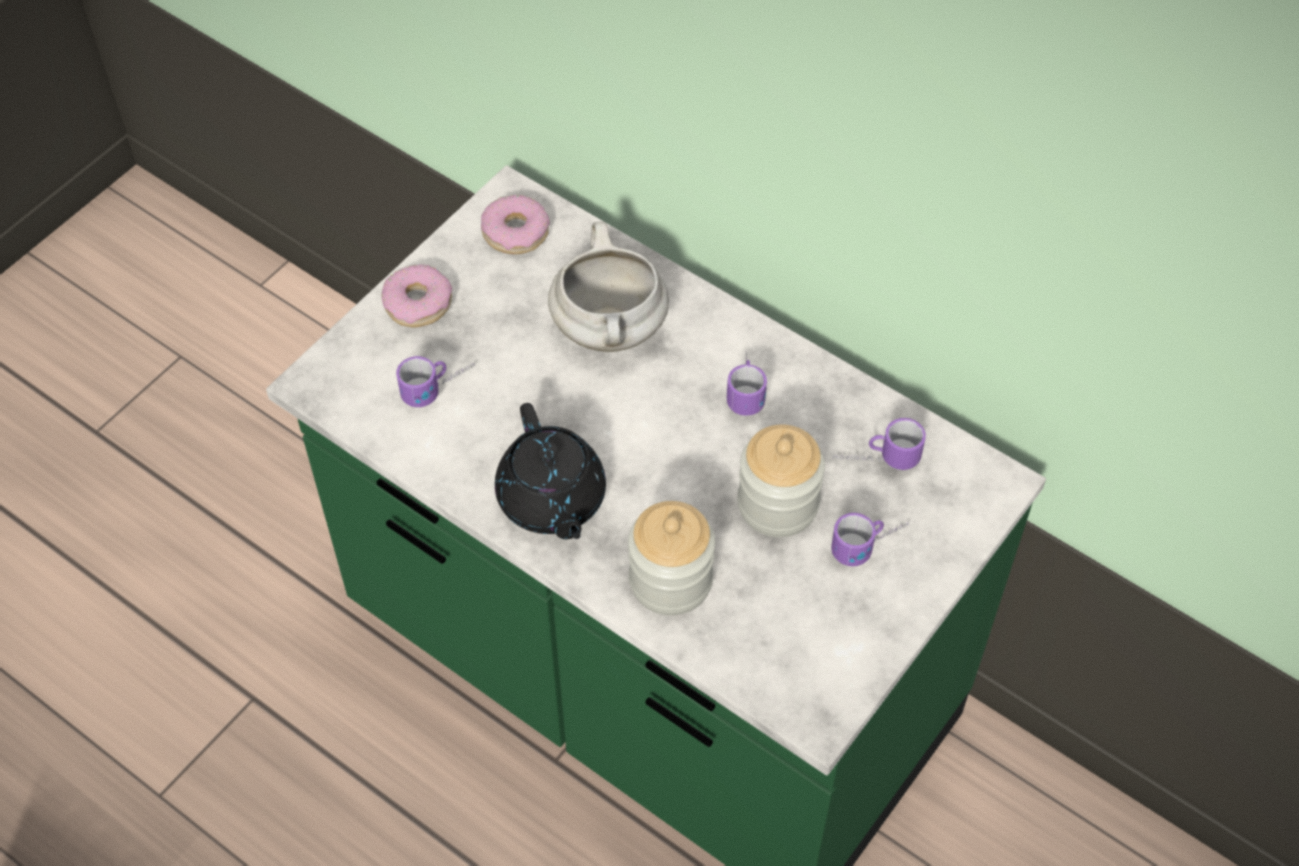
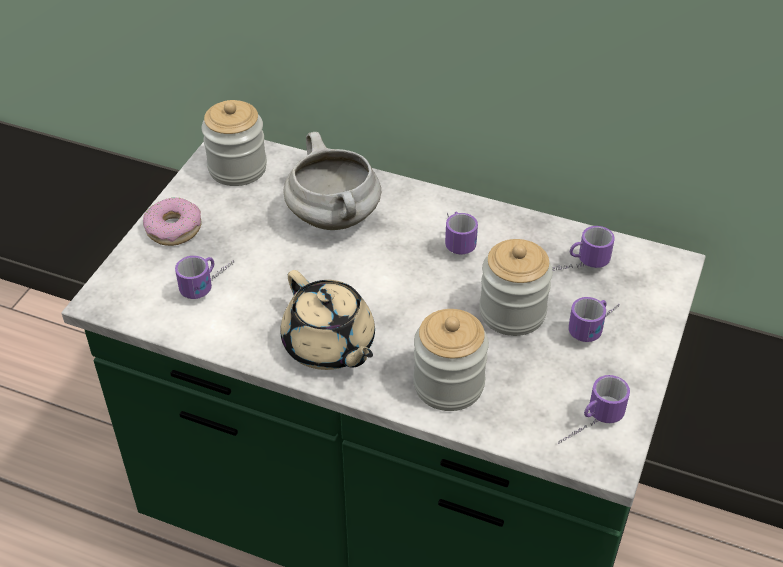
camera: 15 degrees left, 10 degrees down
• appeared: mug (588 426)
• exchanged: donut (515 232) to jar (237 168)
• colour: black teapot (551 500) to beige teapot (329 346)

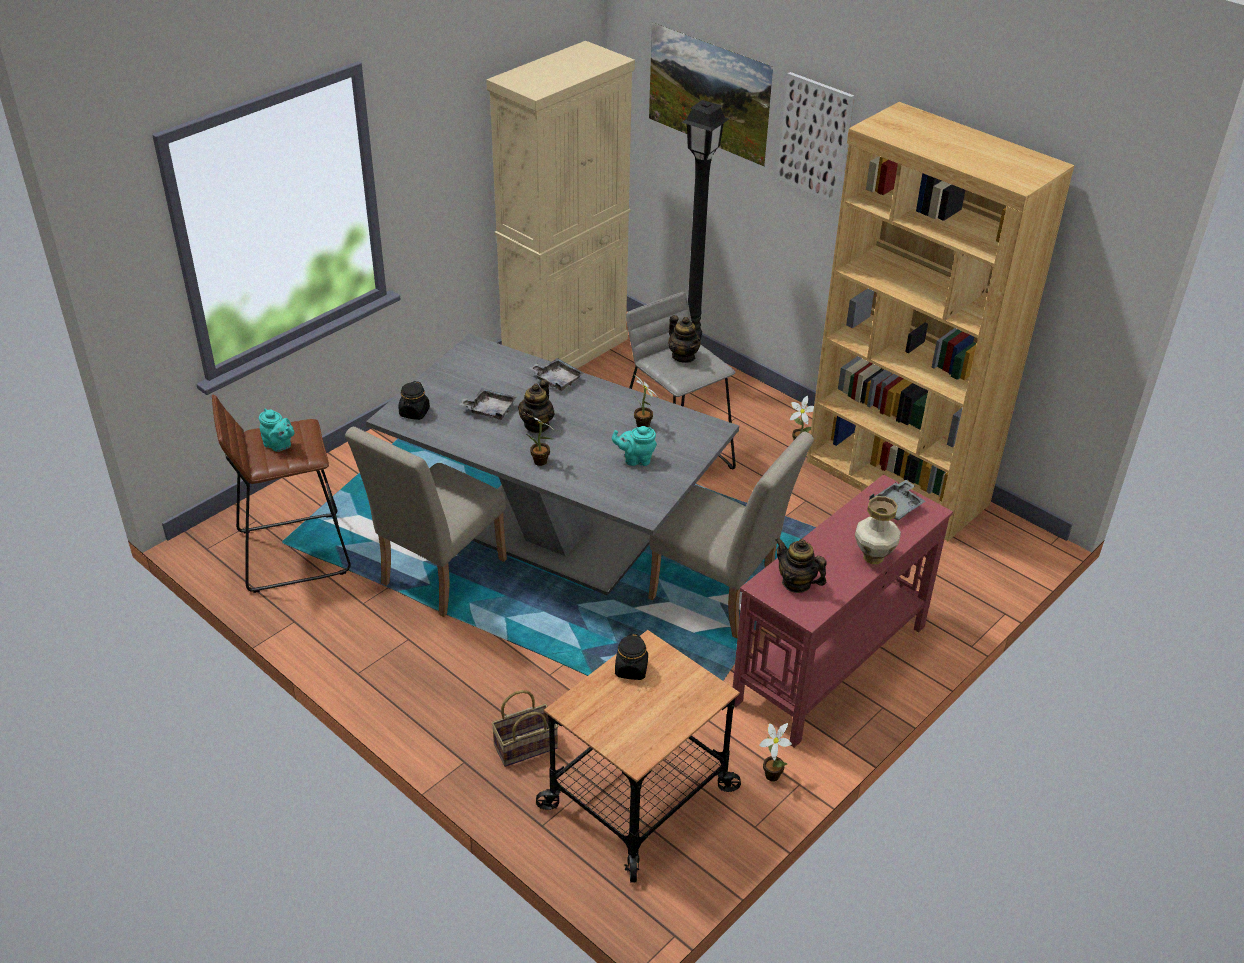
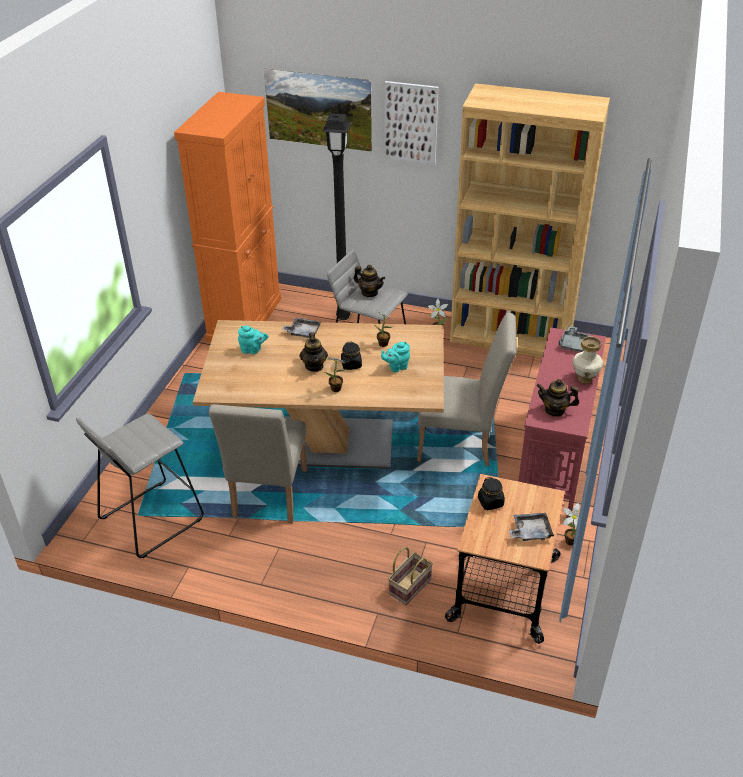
camera: 25 degrees left, 0 degrees up
• relocated: turquoise teapot (279 445) to (253 350)
• relocated: black jar (414 413) to (351 364)
• relocated: grey tray (489 410) to (530 531)
• colour: brown stool (292 552) to grey stool (150 519)
• colour: grey dining table (555 536) to brown dining table (328 443)
• colour: beige cabinet (565 351) to orange cabinet (245 319)

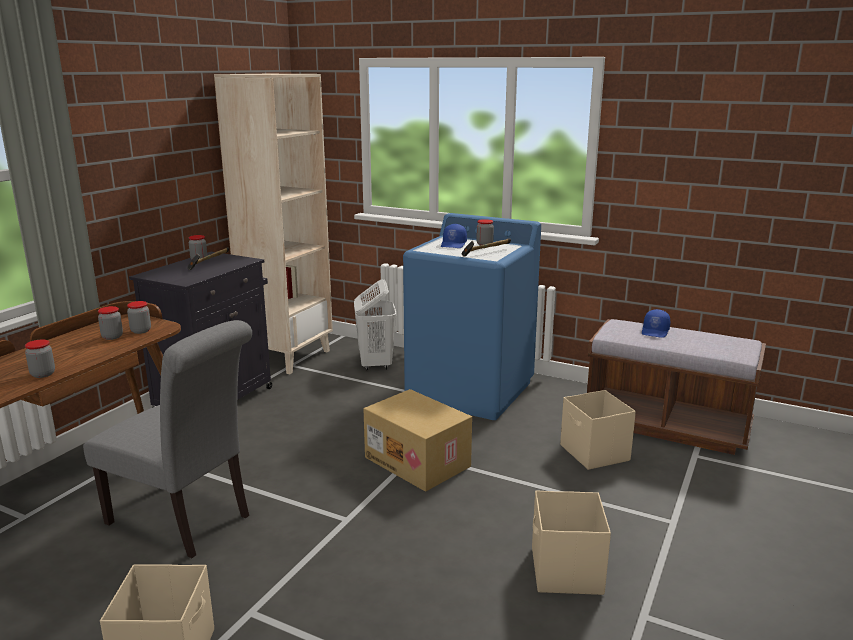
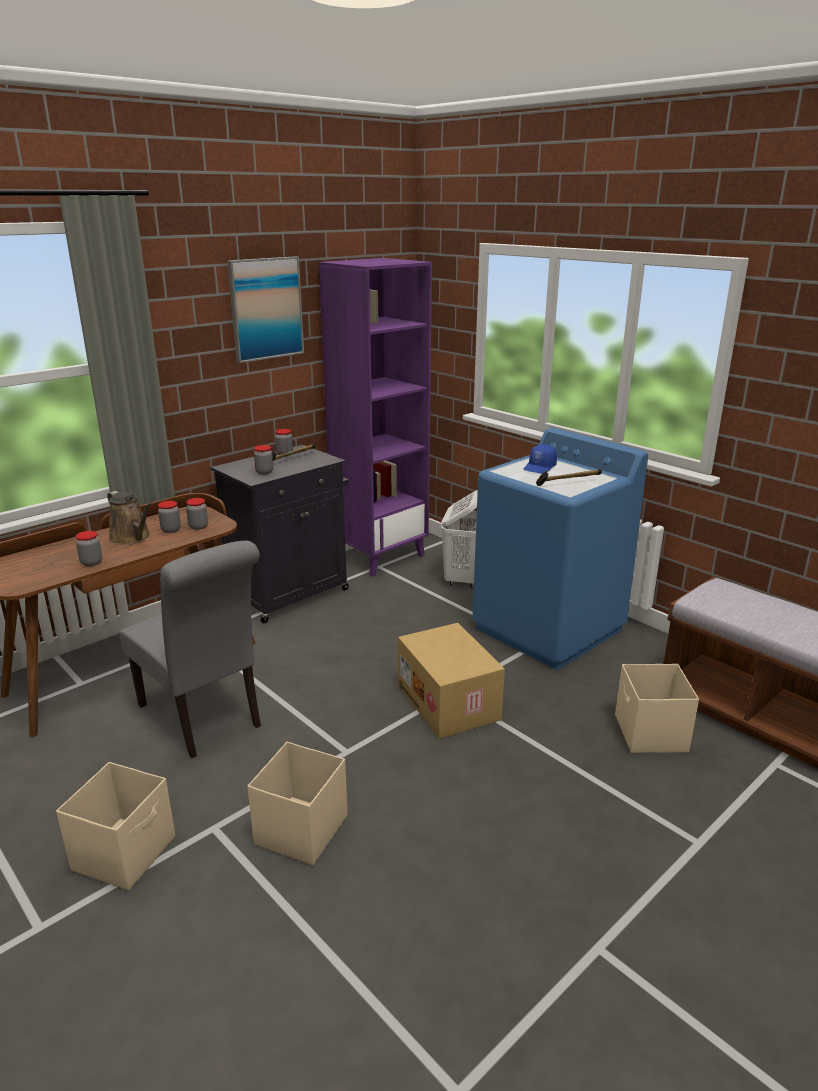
camera: 20 degrees right, 5 degrees up
• missing: blue cap (655 331)
• appeared: brown watering can (132 538)
• appeared: picture (266 309)
• relocated: jar (484 244) to (264 472)
• relocated: beige storage box (566 572) to (300 831)
• colour: beige bookcase (288 357) to purple bookcase (380 556)

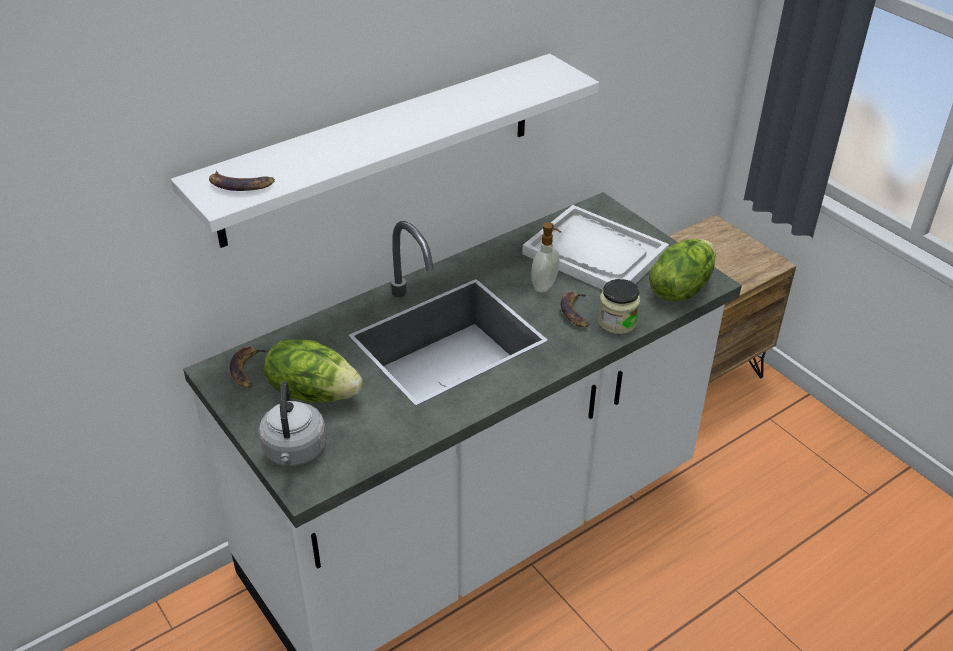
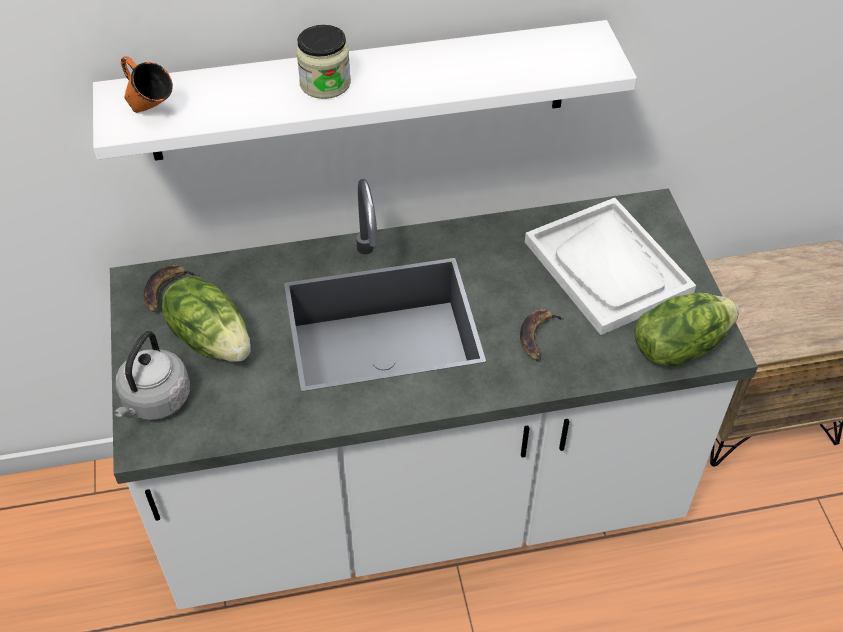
camera: 25 degrees right, 10 degrees up
• missing: soap dispenser (545 286)
• relocated: jar (617 322) to (325 83)
• exchanged: banana (240 185) to orange mug (151 111)

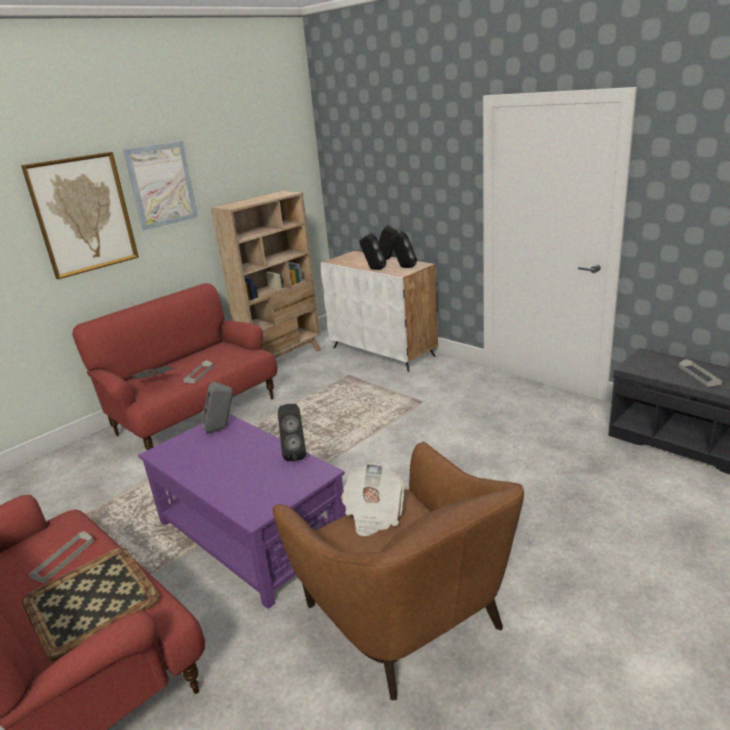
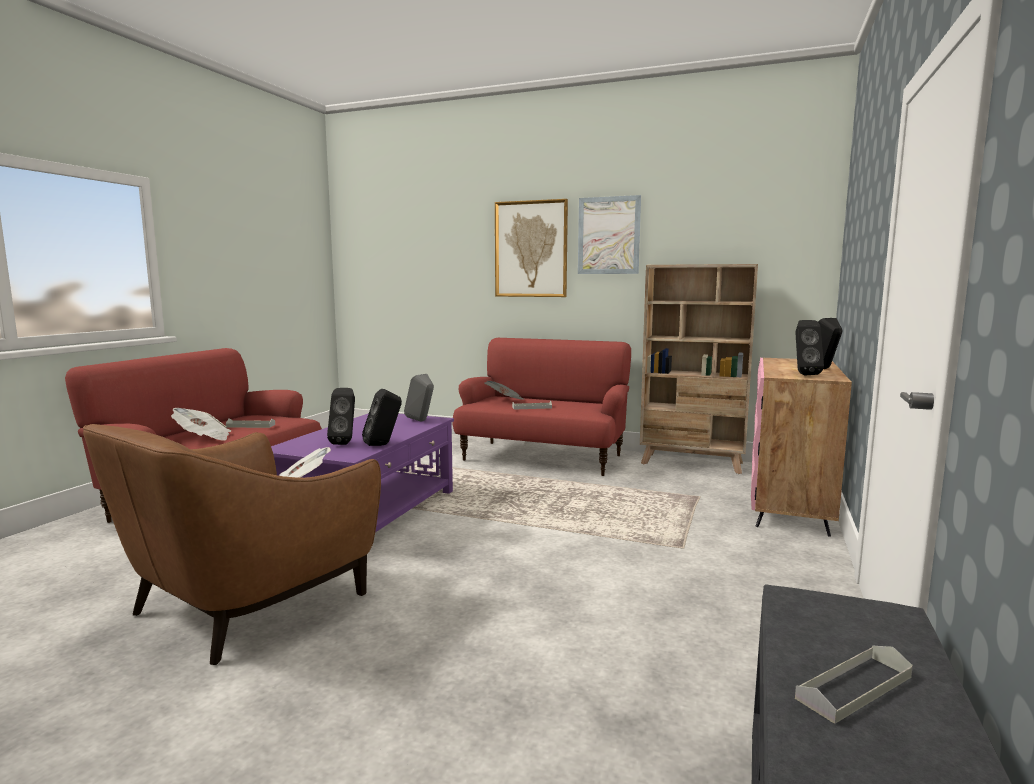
camera: 65 degrees right, 15 degrees down
• relocated: black speaker (373 269) to (345 443)
• exchanged: tray (91 599) to newspaper (203 438)
• colour: white cabinet (383 351) to pink cabinet (789 504)

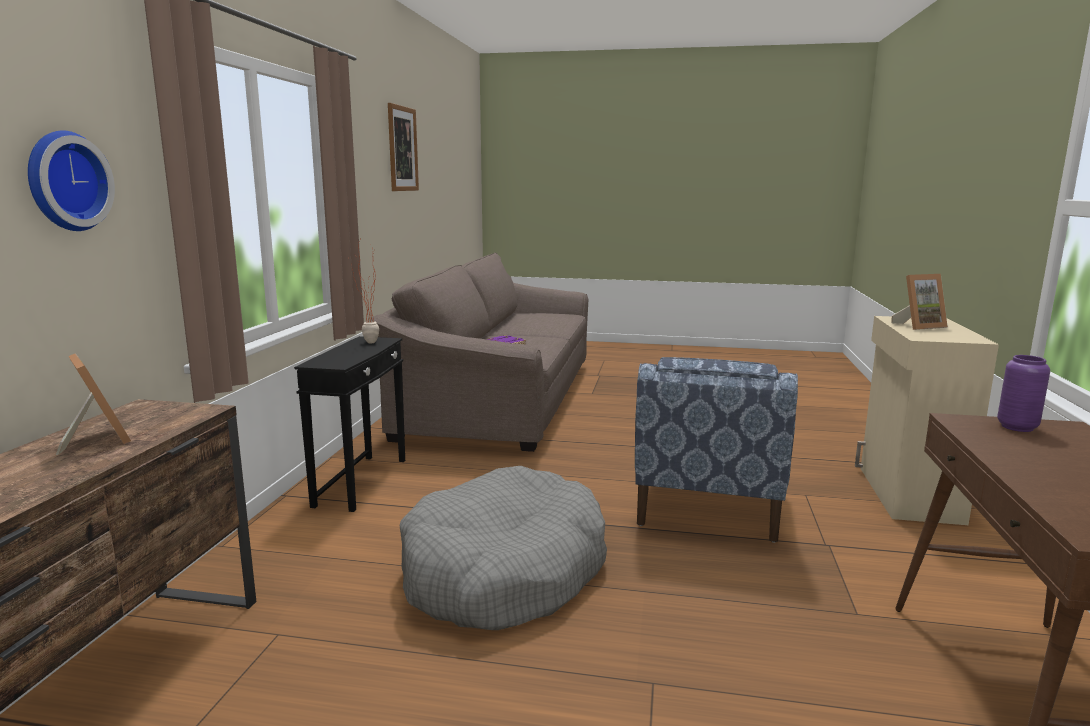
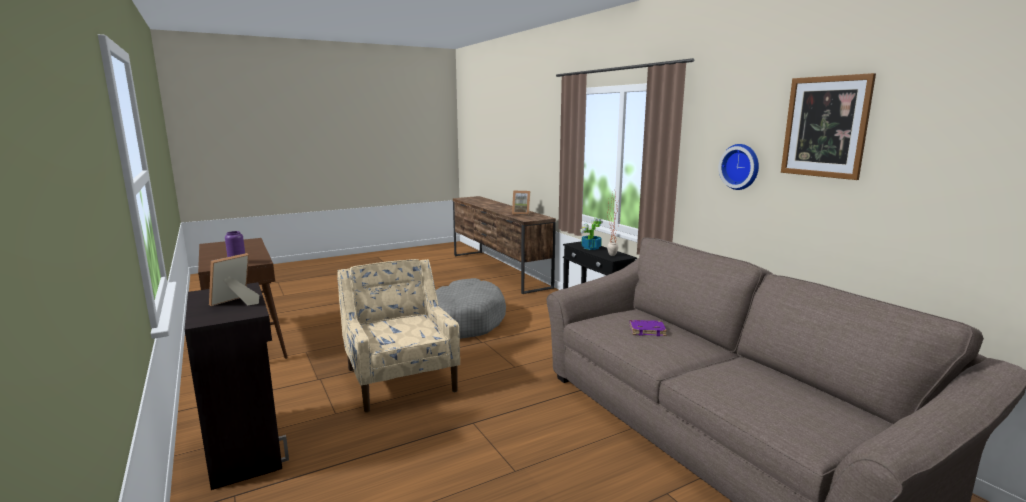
camera: 140 degrees right, 0 degrees up
• appeared: potted plant (590 248)
• relocated: wall clock (64 181) to (741 166)
• colour: blue armchair (707 506) to beige armchair (400 379)
• colour: beige cabinet (907 494) to black cabinet (246 446)

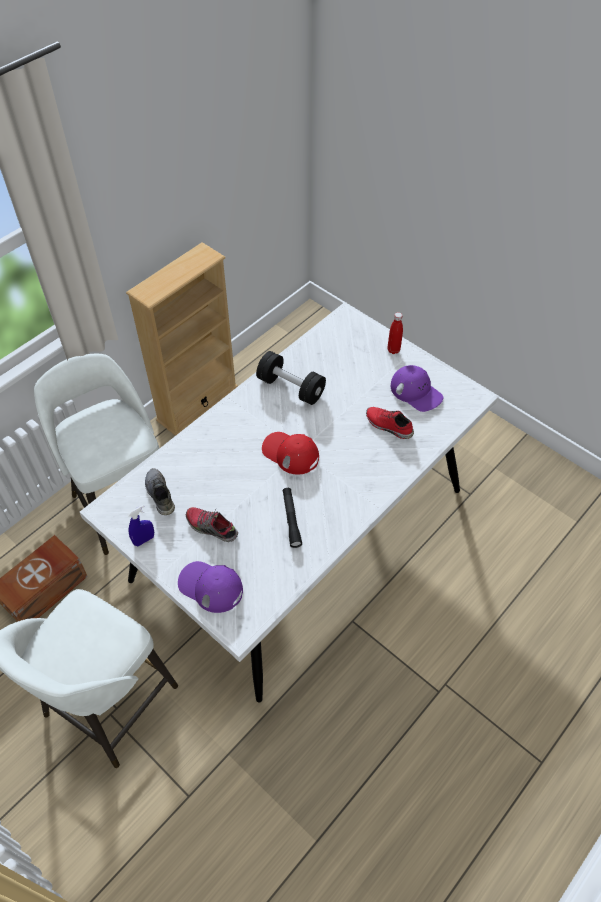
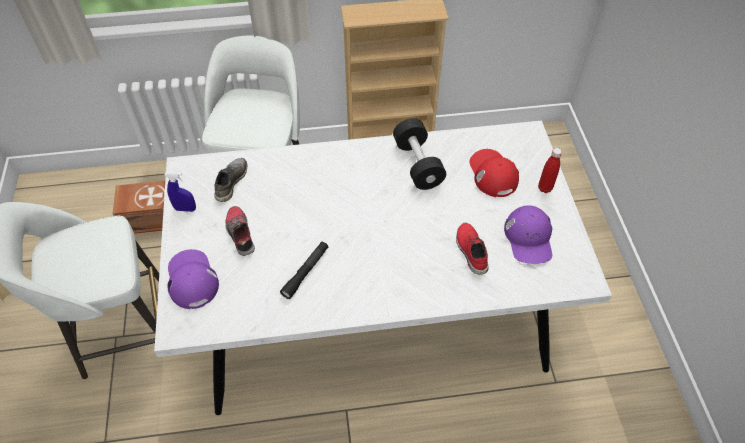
camera: 40 degrees right, 0 degrees up
• relocated: red cap (290 453) to (493 174)

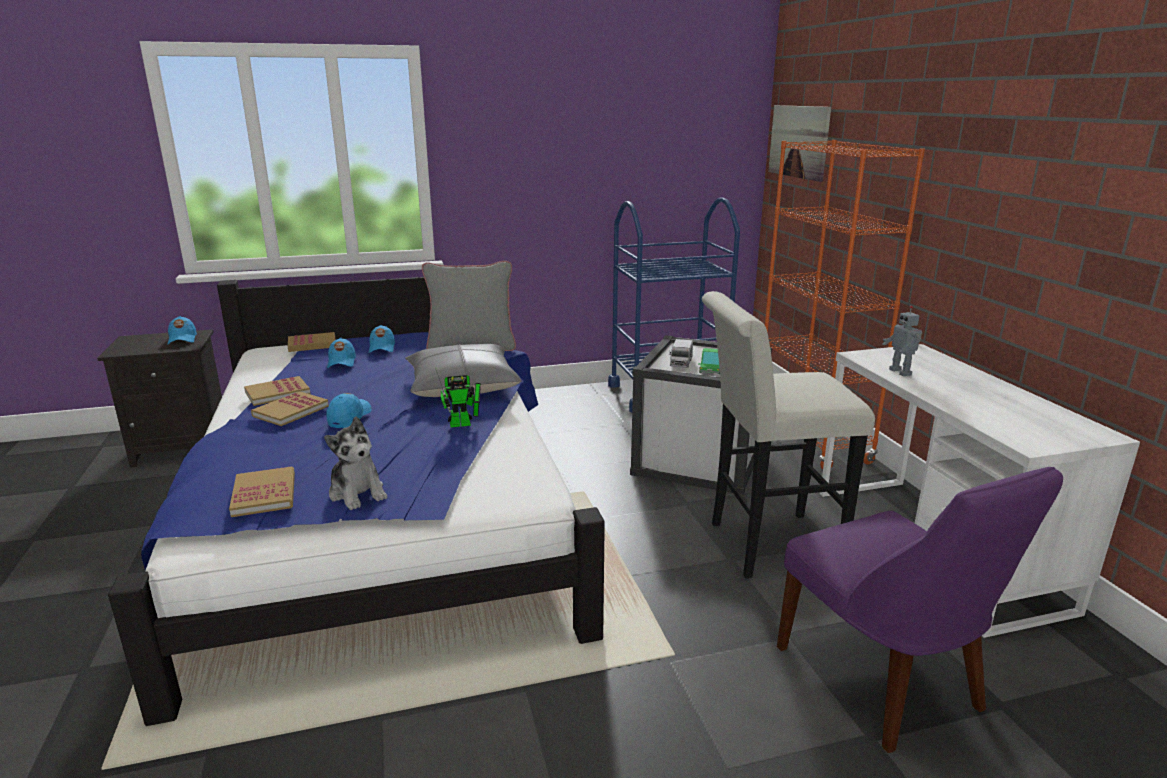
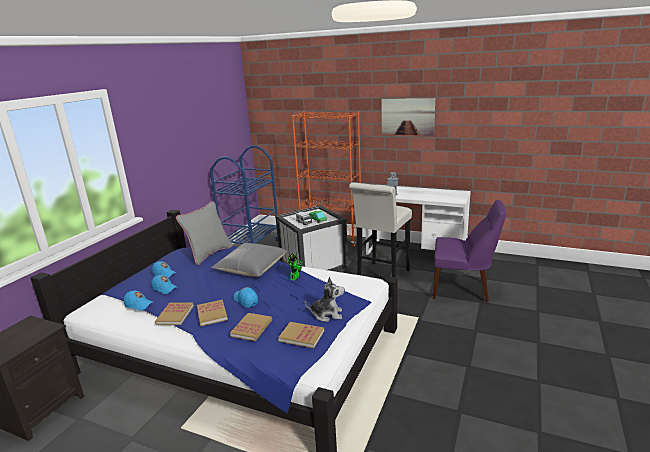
camera: 50 degrees left, 0 degrees up
• relocated: blue cap (182 339) to (139 305)
• relocated: book (312 344) to (252 328)
• relocated: picture (798 141) to (407 116)

